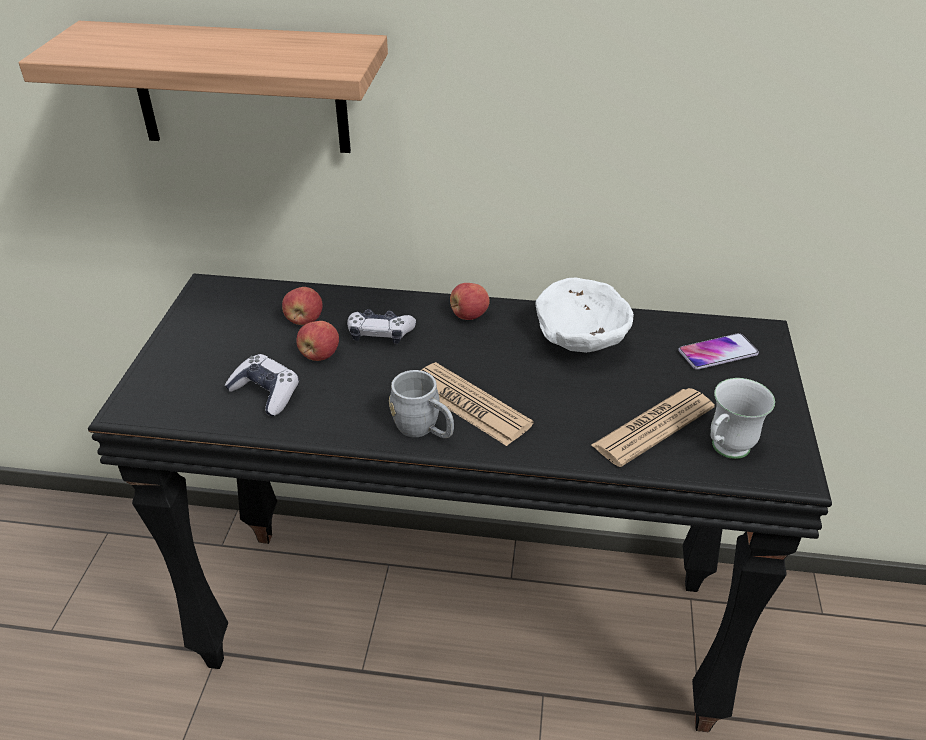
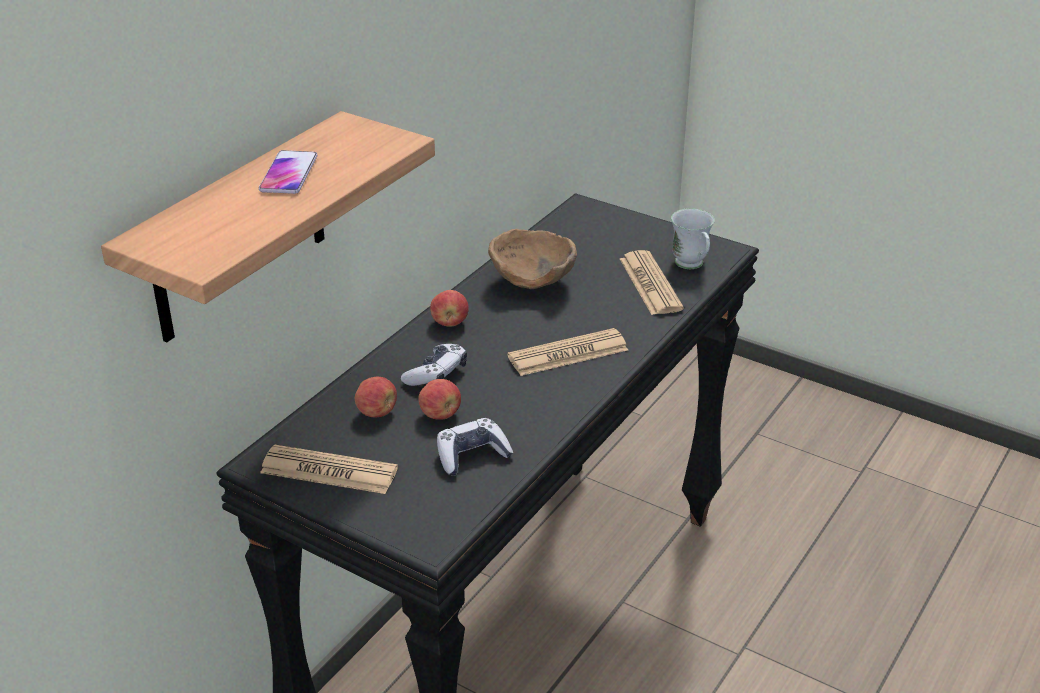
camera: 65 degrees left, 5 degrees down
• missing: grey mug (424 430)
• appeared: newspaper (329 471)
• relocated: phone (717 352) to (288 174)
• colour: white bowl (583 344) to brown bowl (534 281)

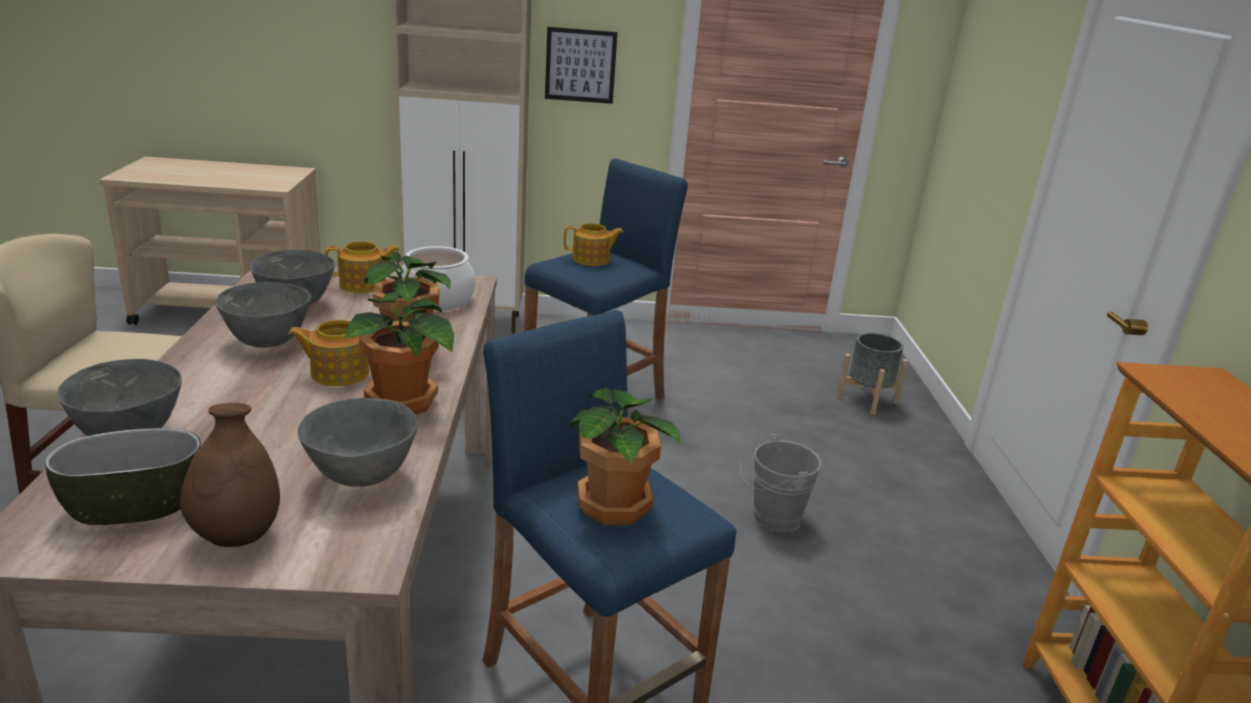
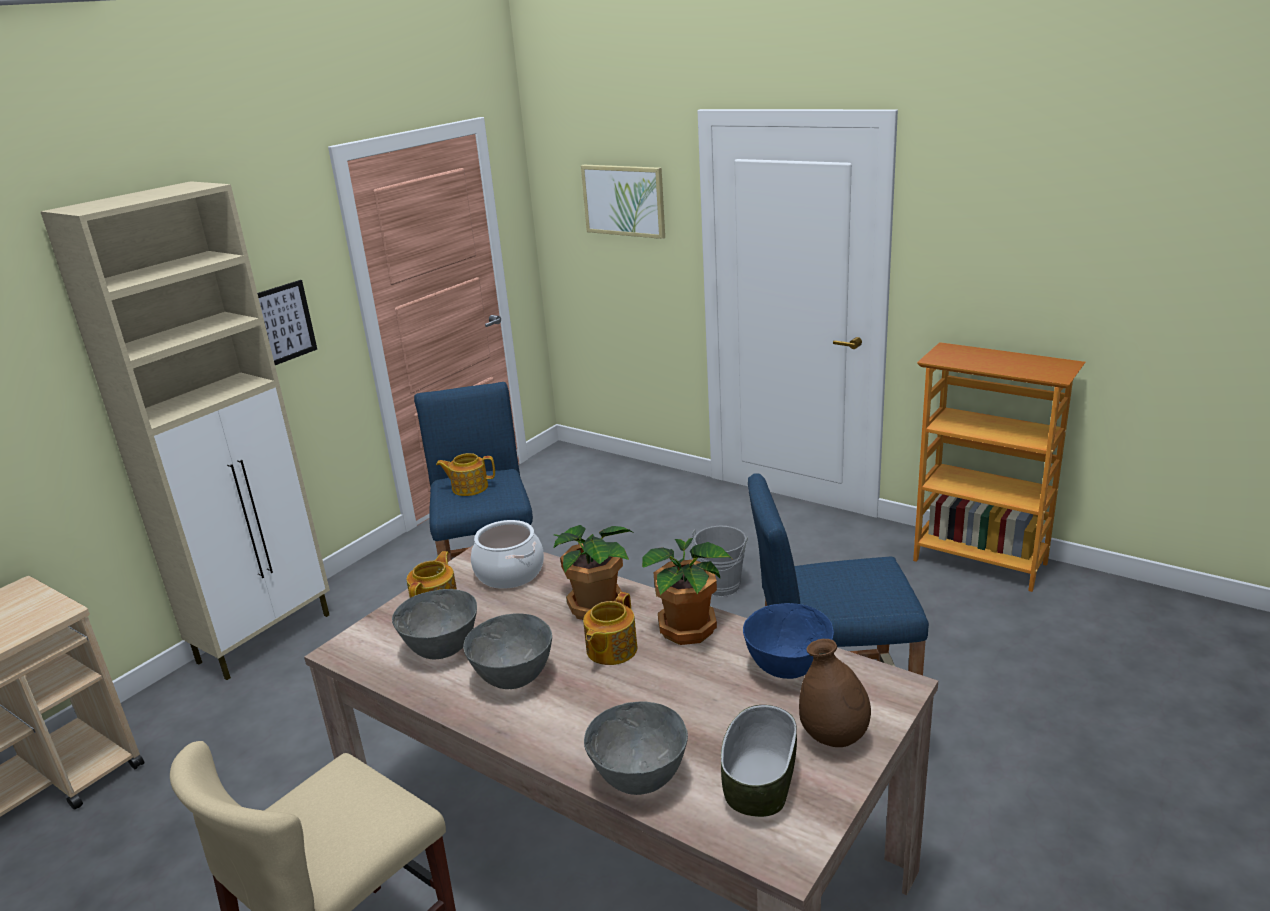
camera: 50 degrees left, 0 degrees up
• missing: potted plant (616 505)
• missing: grey planter (866 399)
• appeared: picture (624 200)
• colour: grey bowl (362 476) to blue bowl (786 668)
• spun: teapot (592 259) = (469 487) 120 degrees counterclockwise

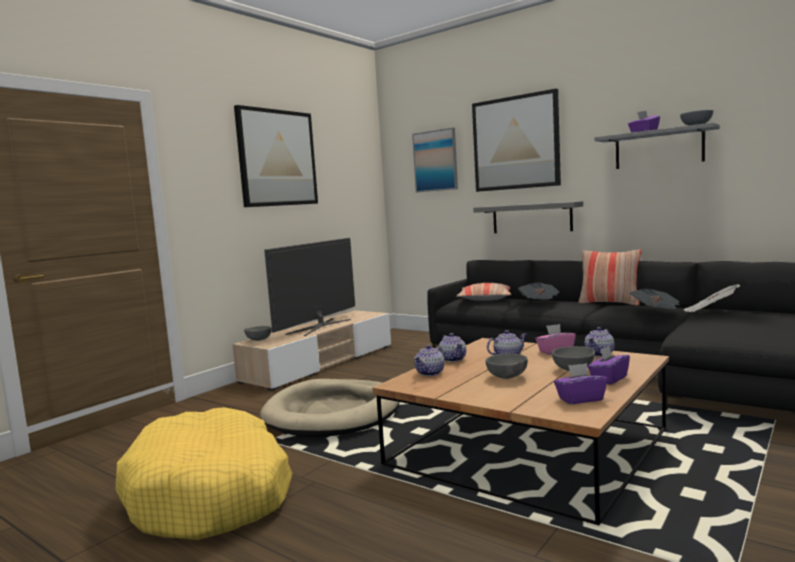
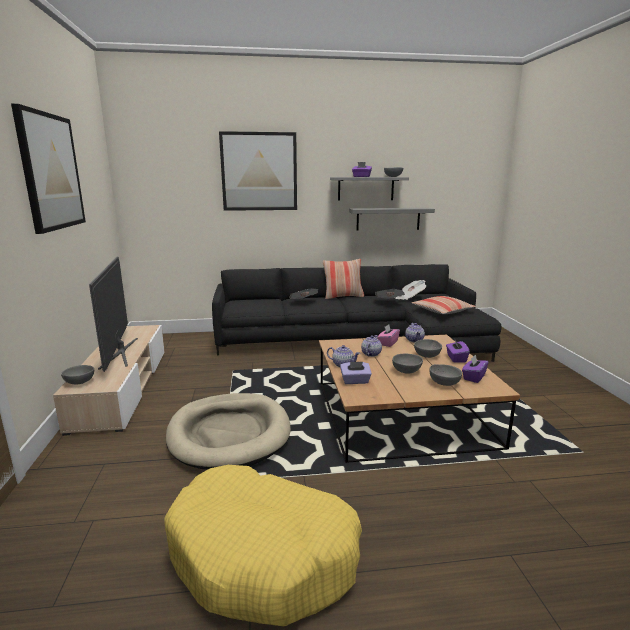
camera: 45 degrees left, 10 degrees up
• missing: picture (435 161)
• appeared: grey bowl (444 383)
• relocated: pillow (485 299) to (442 311)
• relocated: grey shelf (531 218) to (388 219)
• exchanged: teapot (430 373) to purple tissue box (355 381)

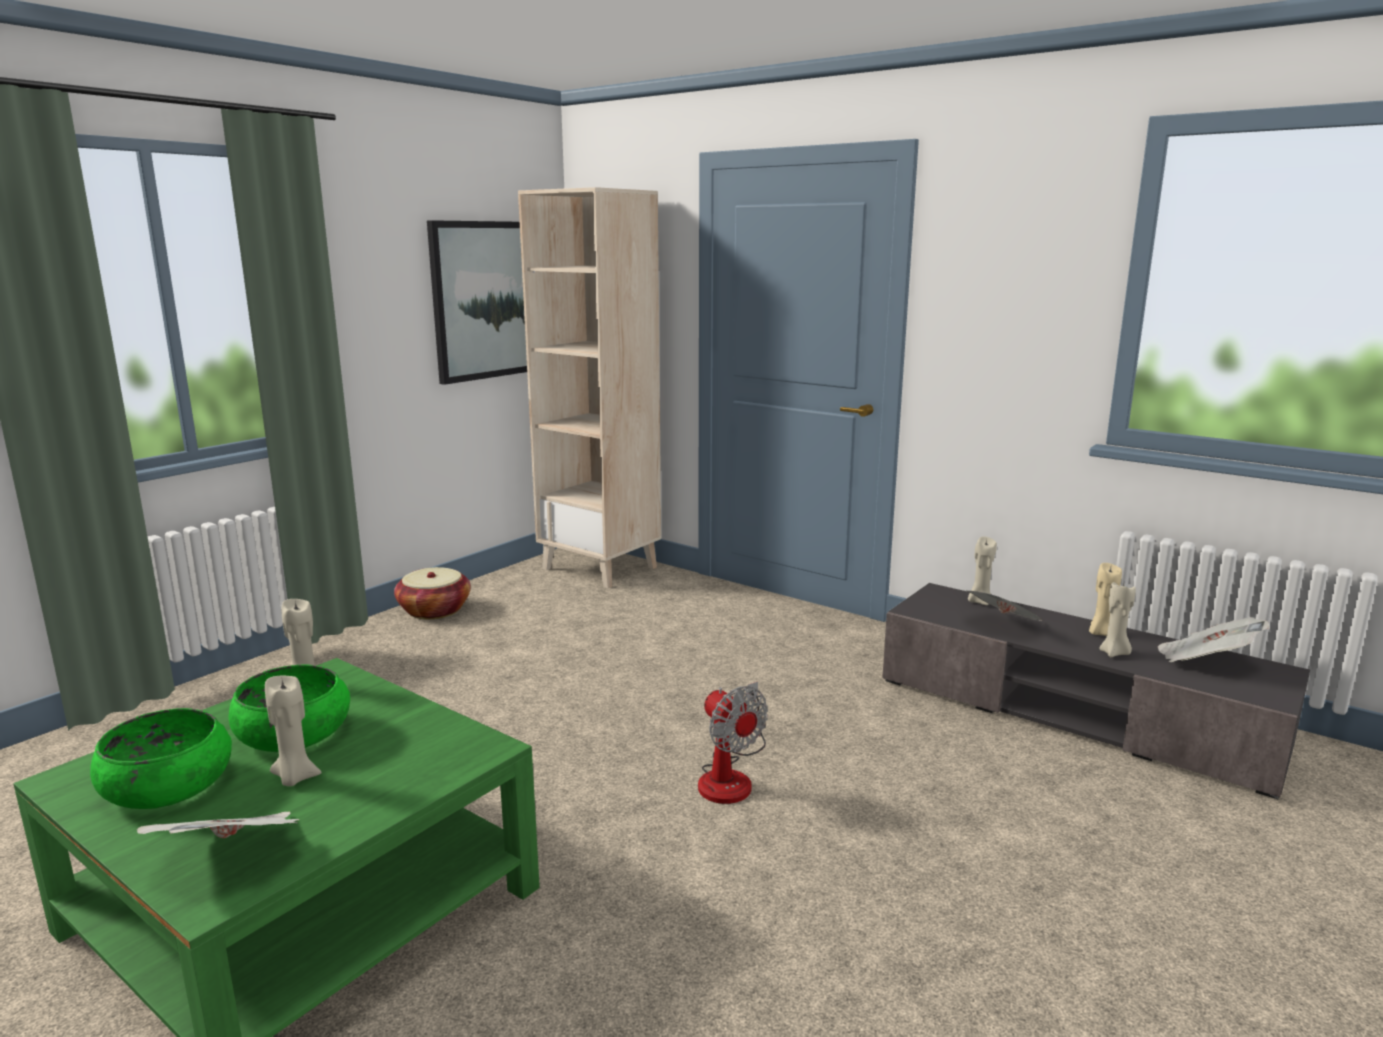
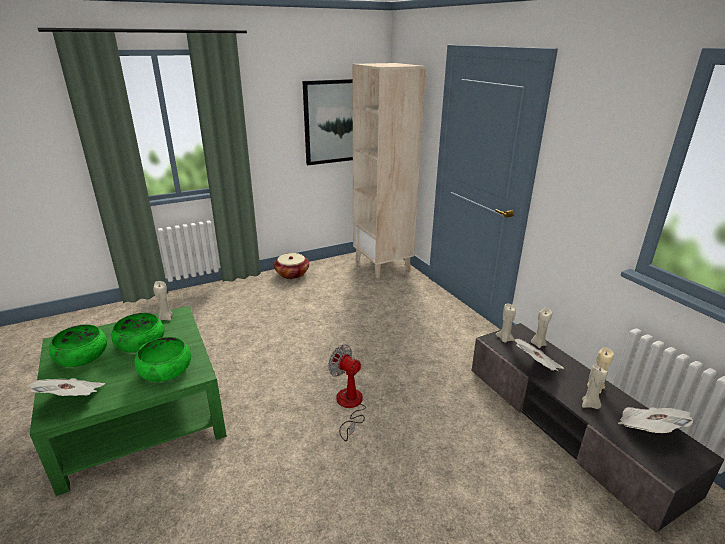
camera: 25 degrees right, 10 degrees up
• appeared: green bowl (165 370)
• relocated: beige candle (295 778) to (504 339)
• spun: fan (730 776) = (349 406) 135 degrees clockwise

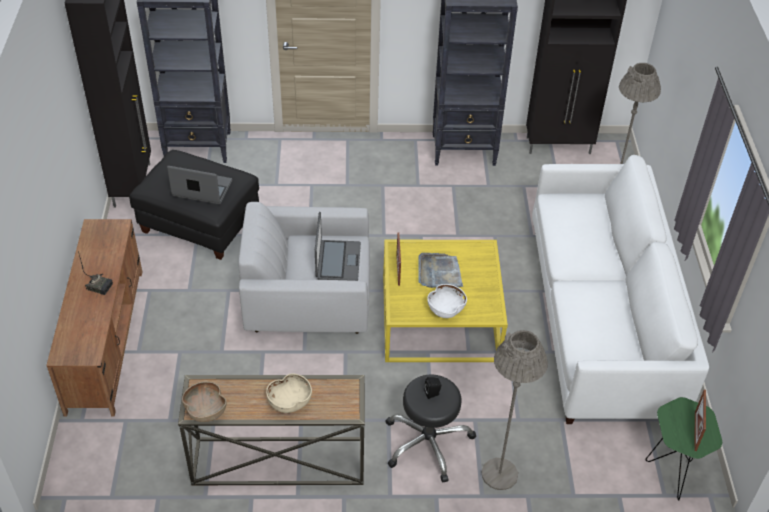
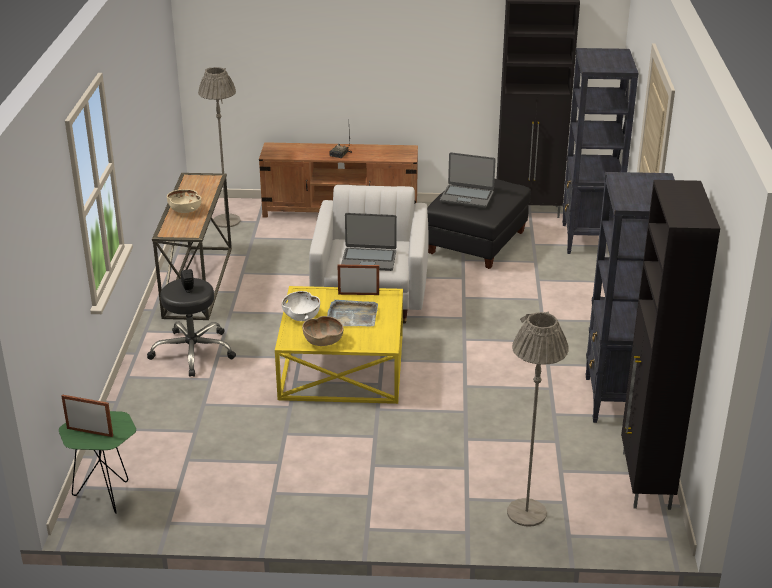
camera: 95 degrees right, 15 degrees down
• missing: white sofa (602 319)
• relocated: brown bowl (205 411) to (323 341)
• relocated: grey floor lamp (499 474) to (226 221)
• spun: laptop (202 189) = (467 197) 90 degrees clockwise

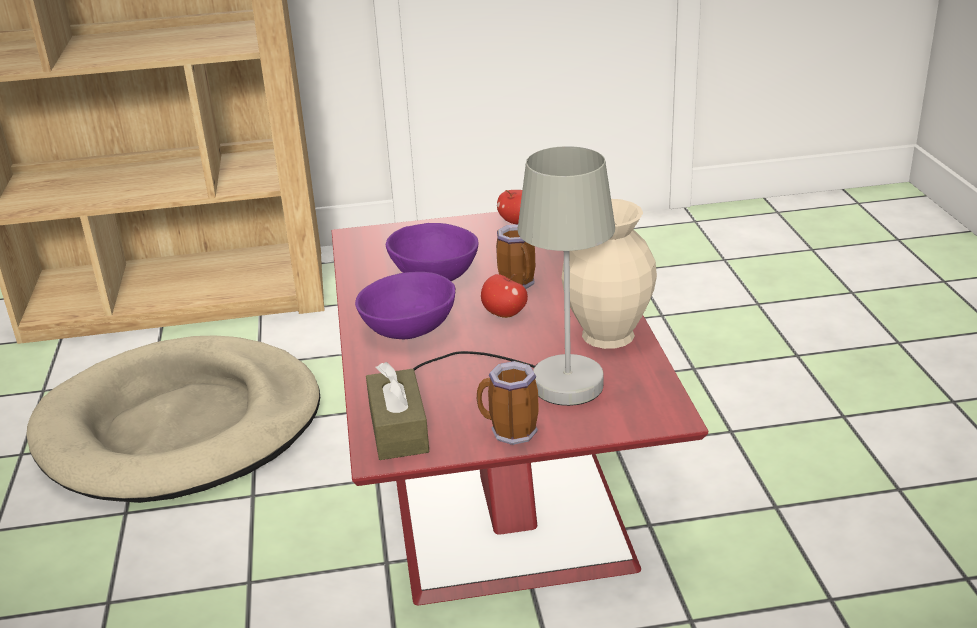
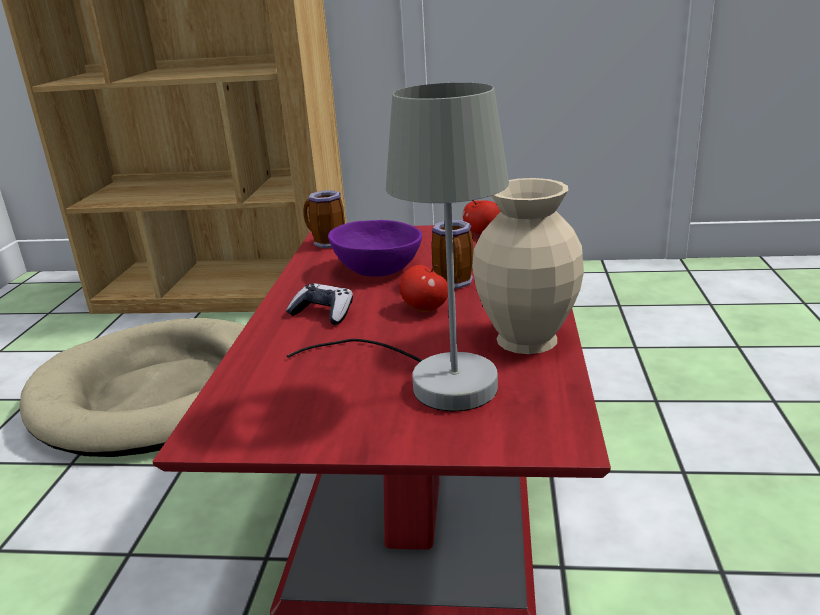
camera: 15 degrees right, 5 degrees down
• missing: brown tissue box (398 429)
• relocated: mug (509 433) to (326 243)
• exchanged: purple bowl (410 329) to game controller (323 313)

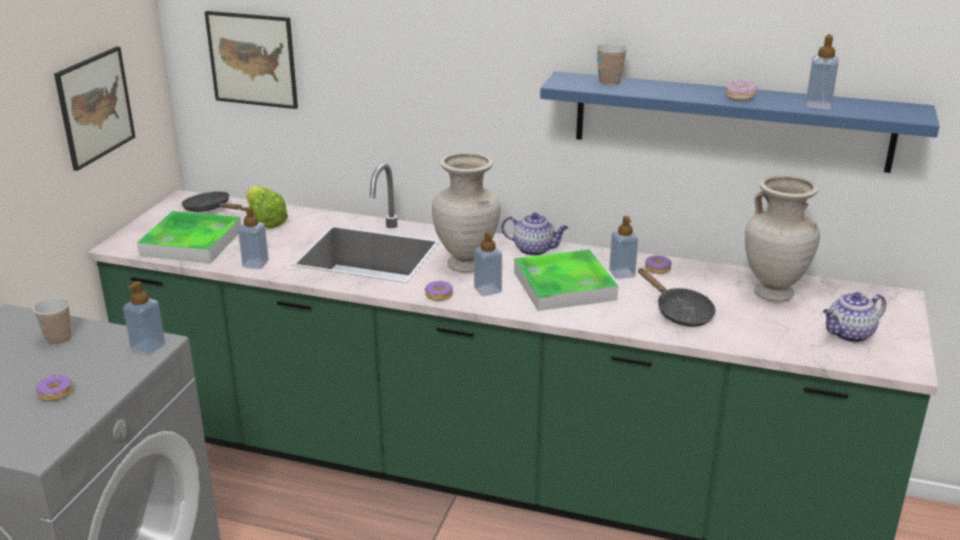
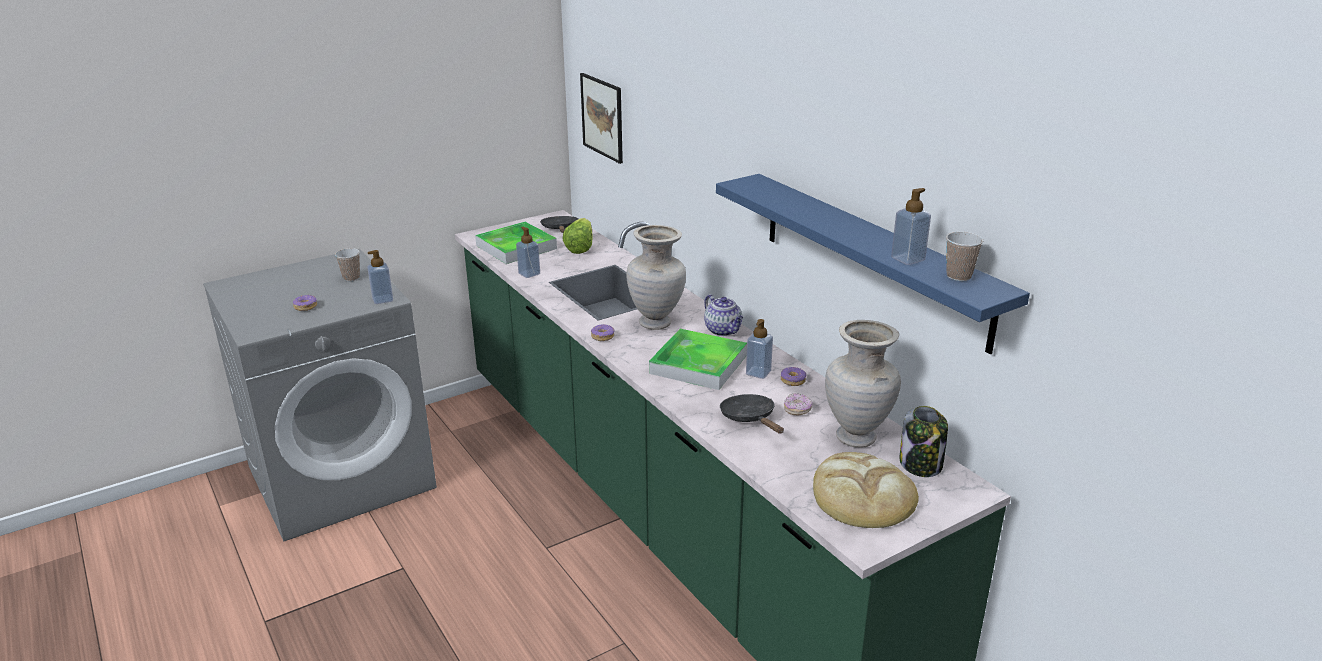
camera: 40 degrees right, 0 degrees up
• missing: picture (95 107)
• missing: soap dispenser (487 290)
• appeared: jar (921 464)
• relocated: cup (609 82) to (959 276)
• relocated: donut (740 97) to (797 410)
• exchanged: teapot (849 334) to bread (862 496)
• spun: black frying pan (679 312) = (750 418) 150 degrees clockwise

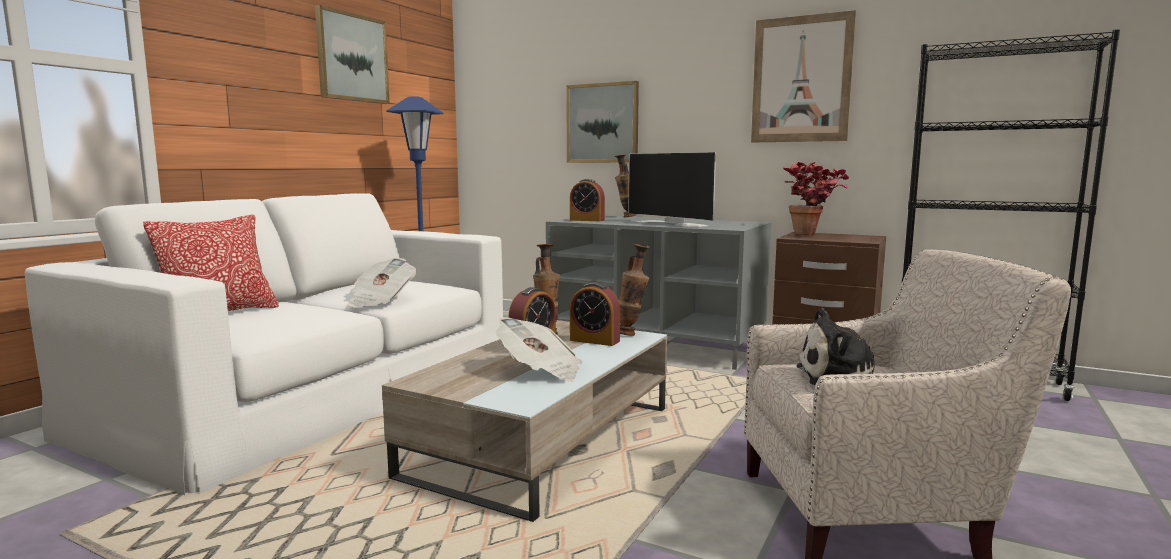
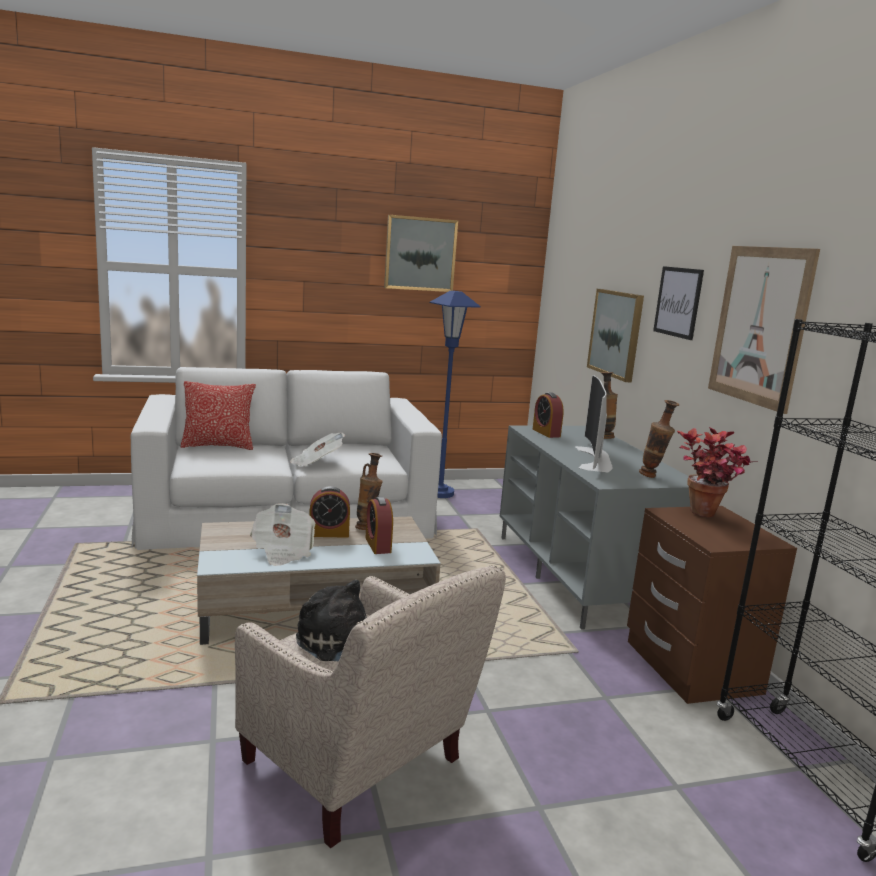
camera: 45 degrees right, 5 degrees up
• appeared: picture (678 302)
• relocated: vase (632 334) to (652 477)

